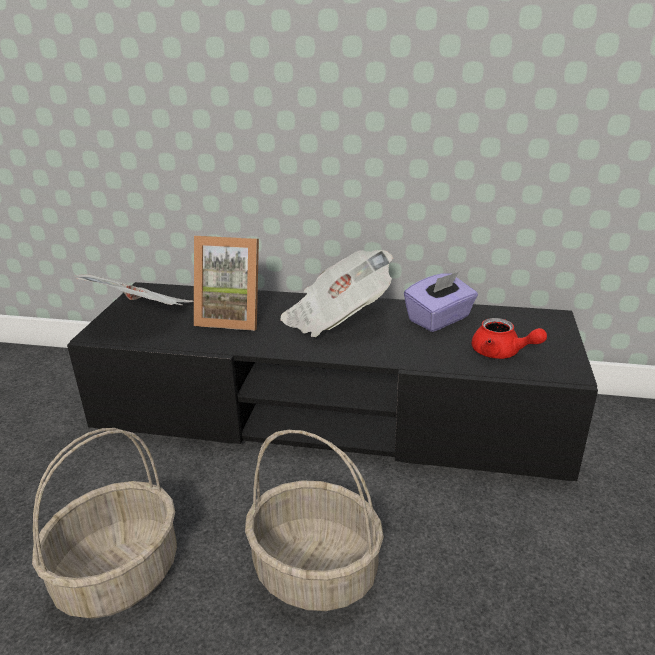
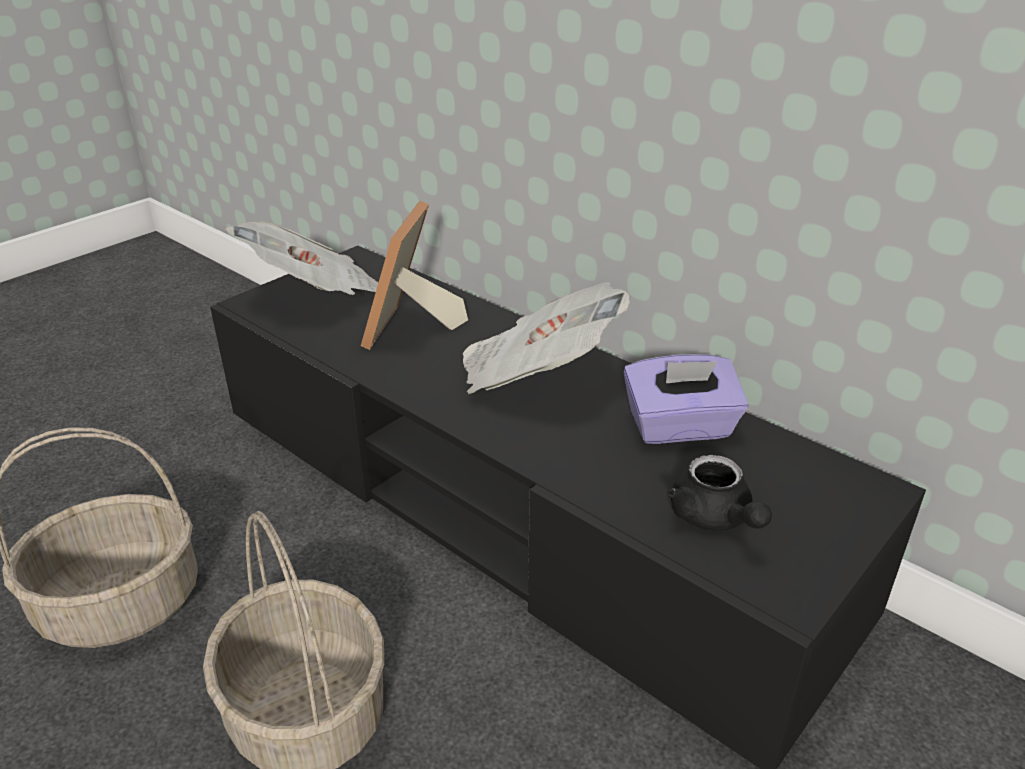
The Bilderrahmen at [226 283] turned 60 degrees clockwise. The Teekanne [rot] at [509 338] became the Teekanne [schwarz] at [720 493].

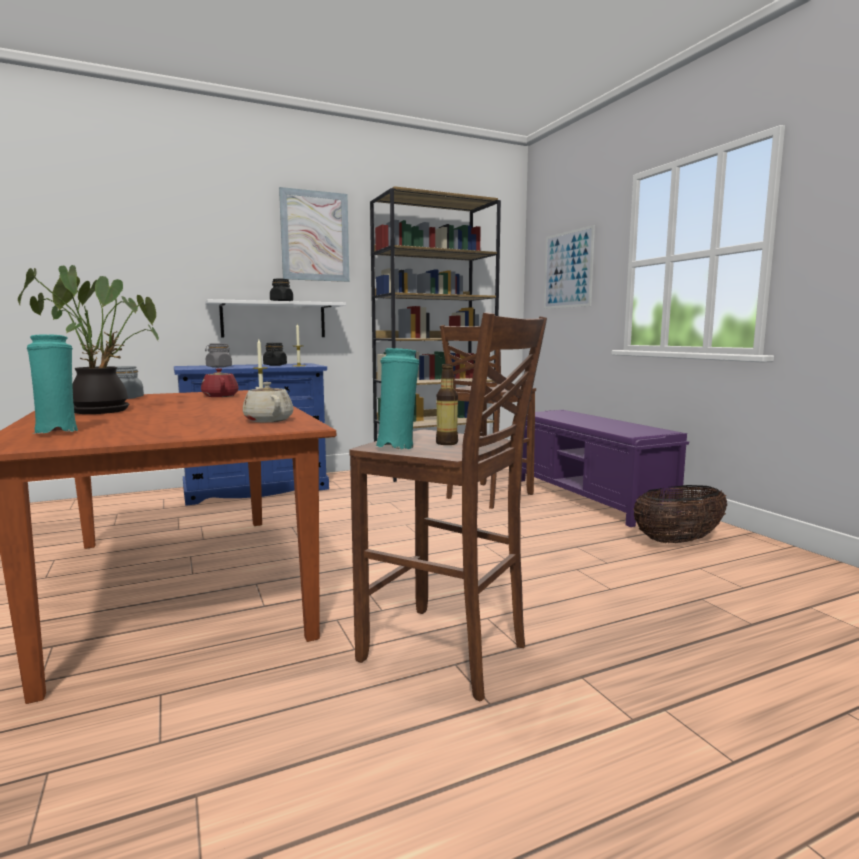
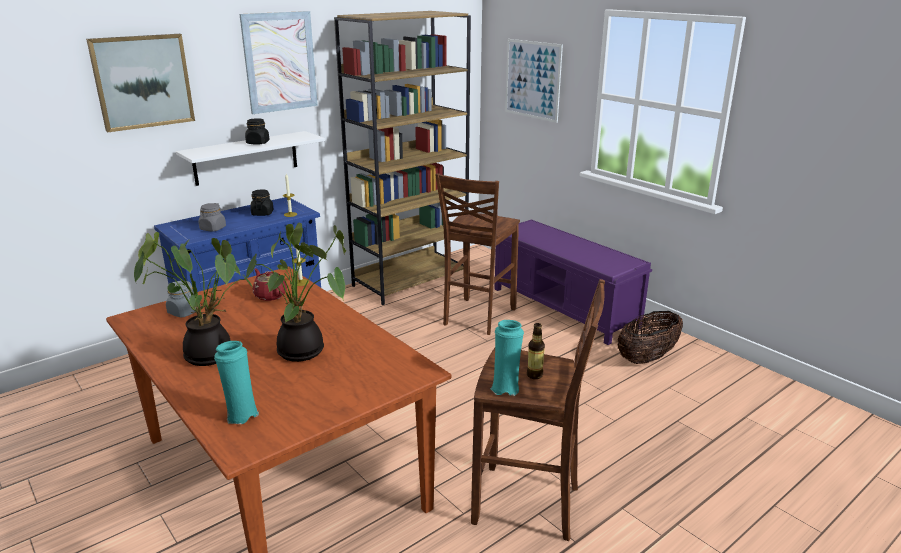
The Teekanne [beige] at [268 402] disappeared. The Bild at [140 83] appeared. The Topfpflanze at [295 292] appeared.

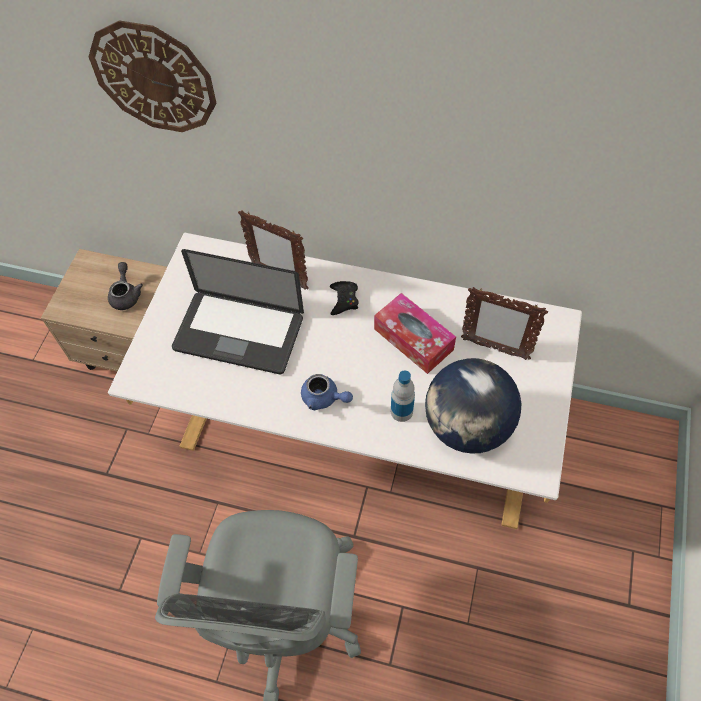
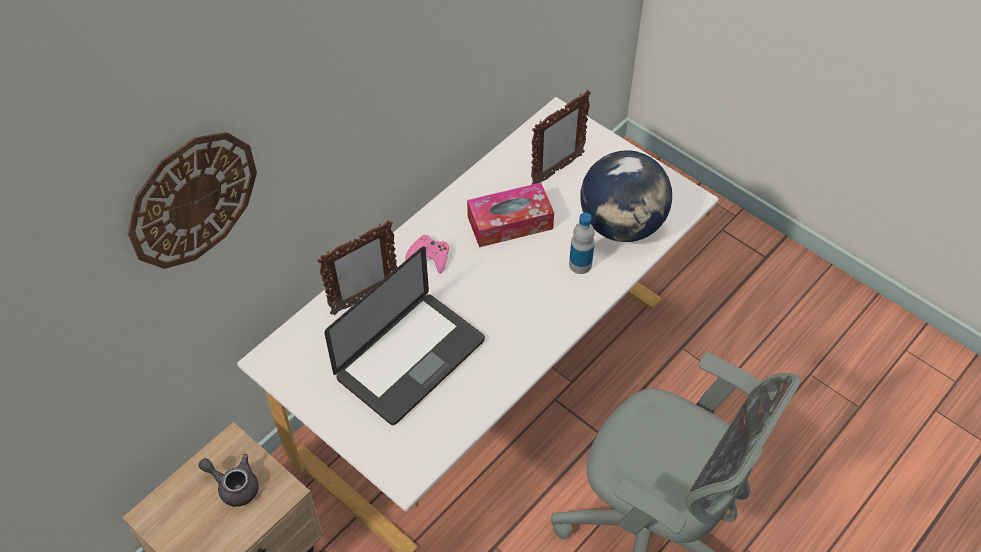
The Teekanne [blau] at [327 392] disappeared. The Gamepad [schwarz] at [344 298] became the Gamepad [rosa] at [427 254].

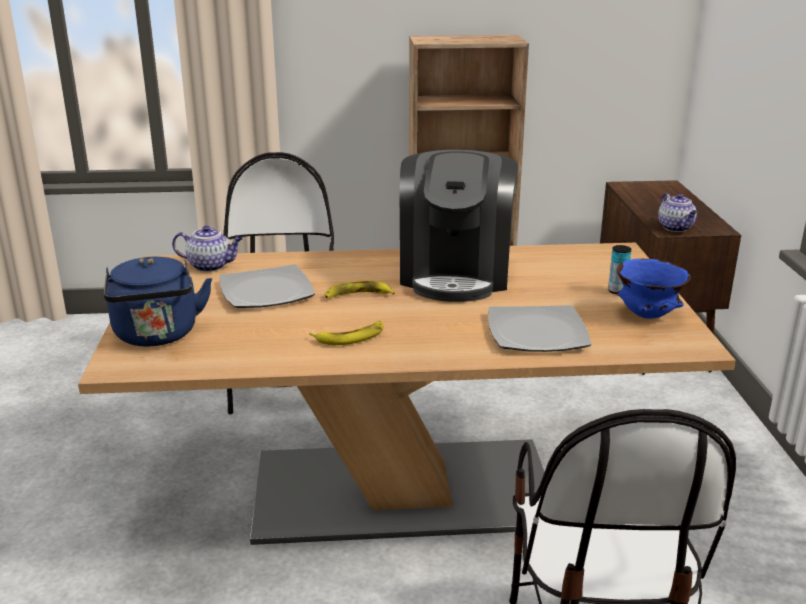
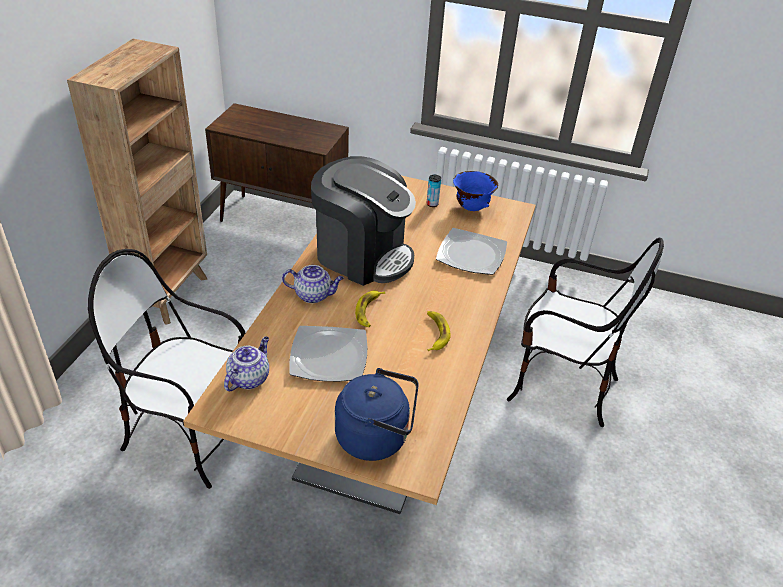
The Teekanne moved from [677 212] to [313 284].

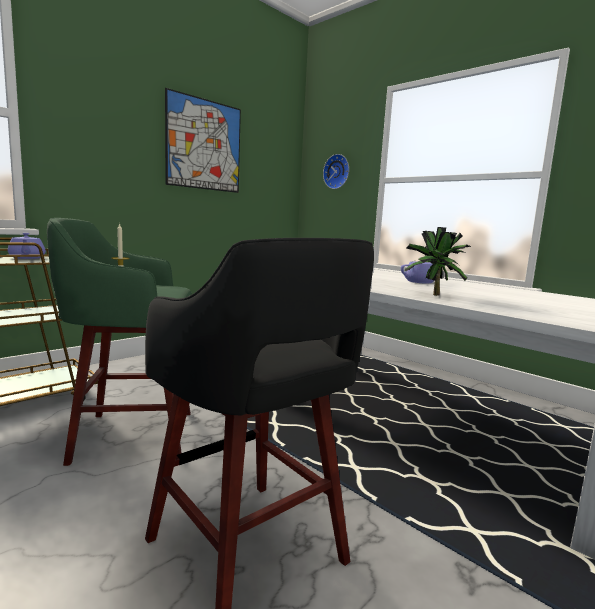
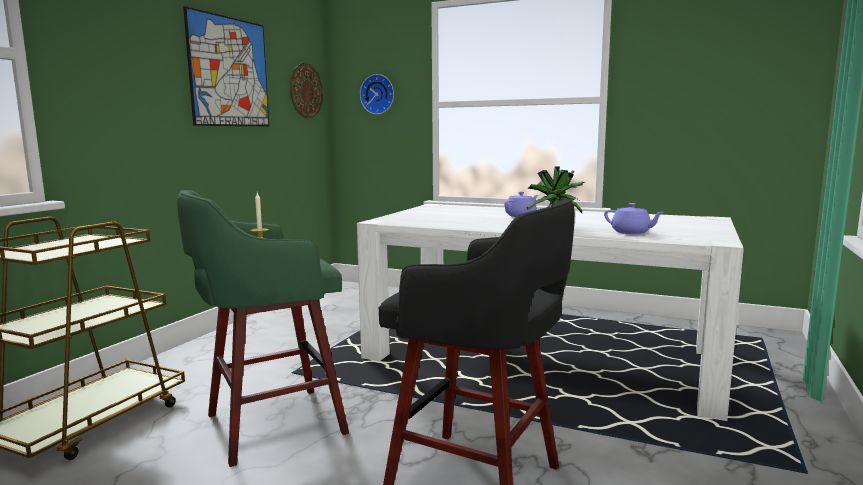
The Teekanne [lila] moved from [27 246] to [634 218]. The Wanduhr at [306 90] appeared.

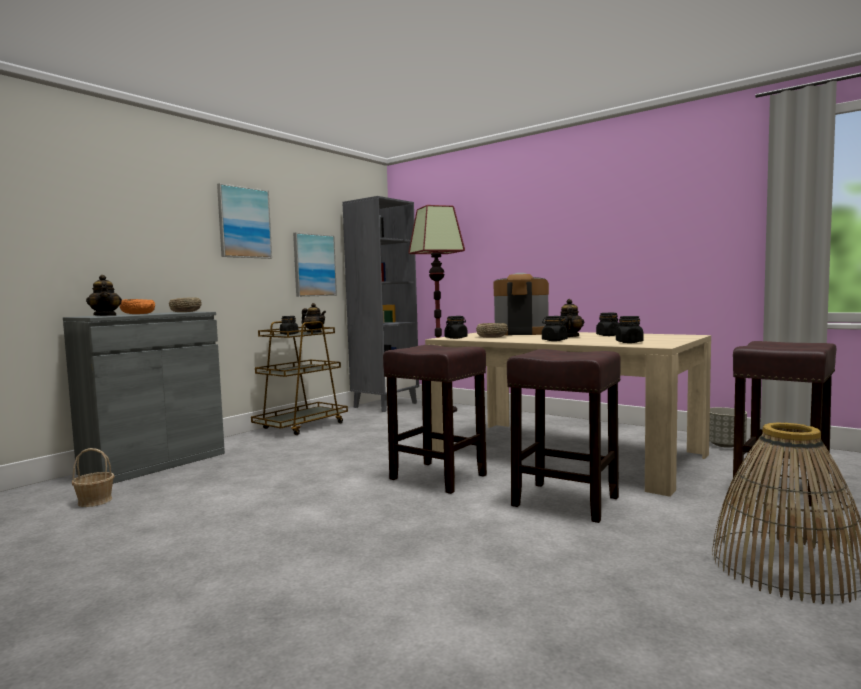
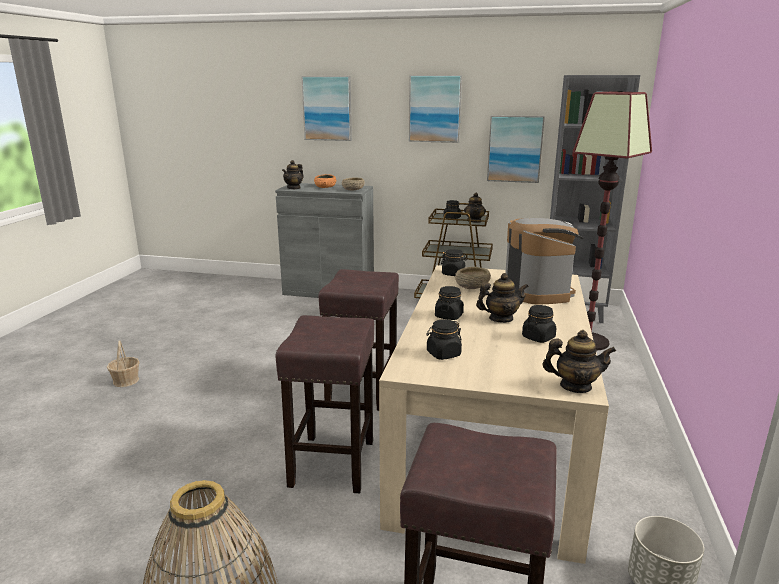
The Korb moved from [93 477] to [123 363]. The Bild at [326 108] appeared. The Teekanne at [579 361] appeared.

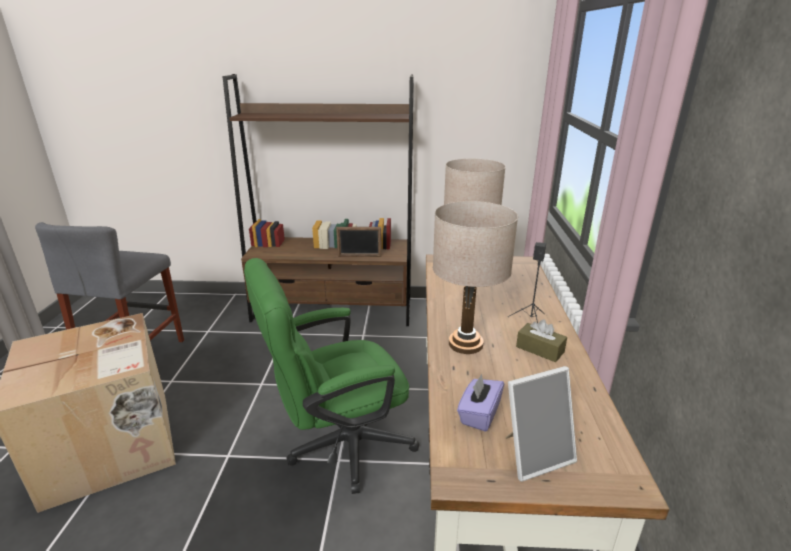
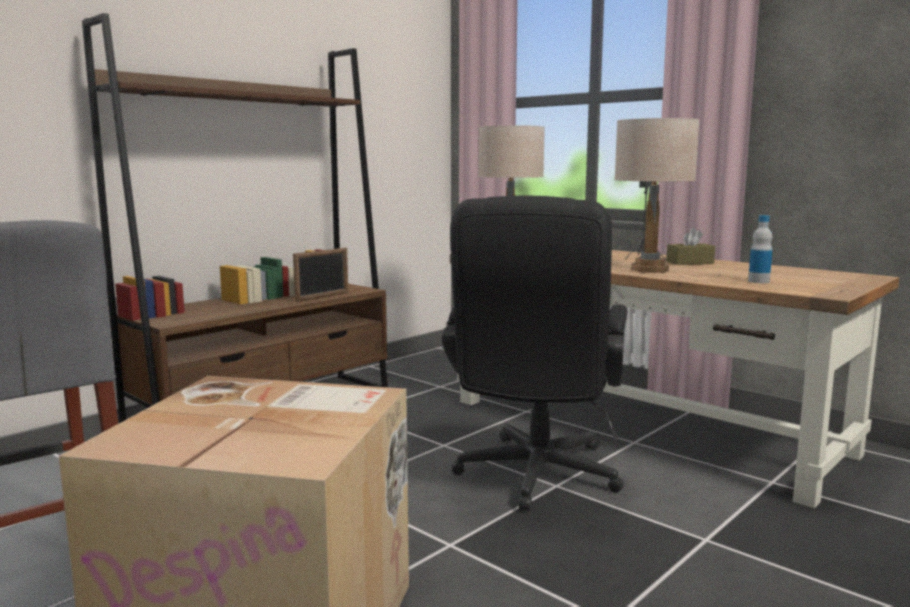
The Bürostuhl [grün] at [332 376] became the Bürostuhl [schwarz] at [534 353]. The Taschentuchbox [lila] at [480 403] was replaced by the Flasche at [760 249]. The Bilderrahmen at [541 424] disappeared.

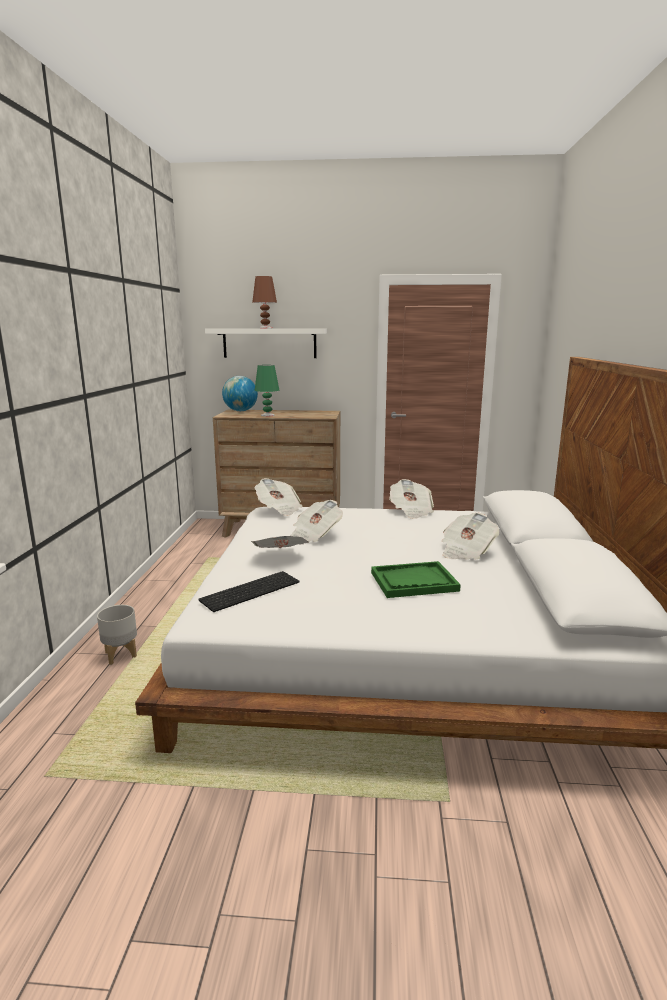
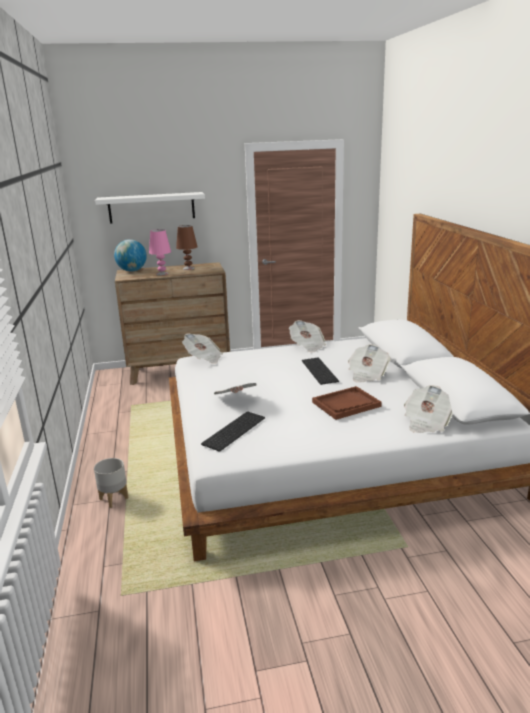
The Tischlampe [braun] moved from [264 302] to [186 247]. The Tischlampe [grün] at [267 390] became the Tischlampe [rosa] at [160 252]. The Zeitung moved from [316 521] to [428 409]. The Tablett [grün] at [416 579] became the Tablett [braun] at [347 403]. The Tastatur at [320 371] appeared.

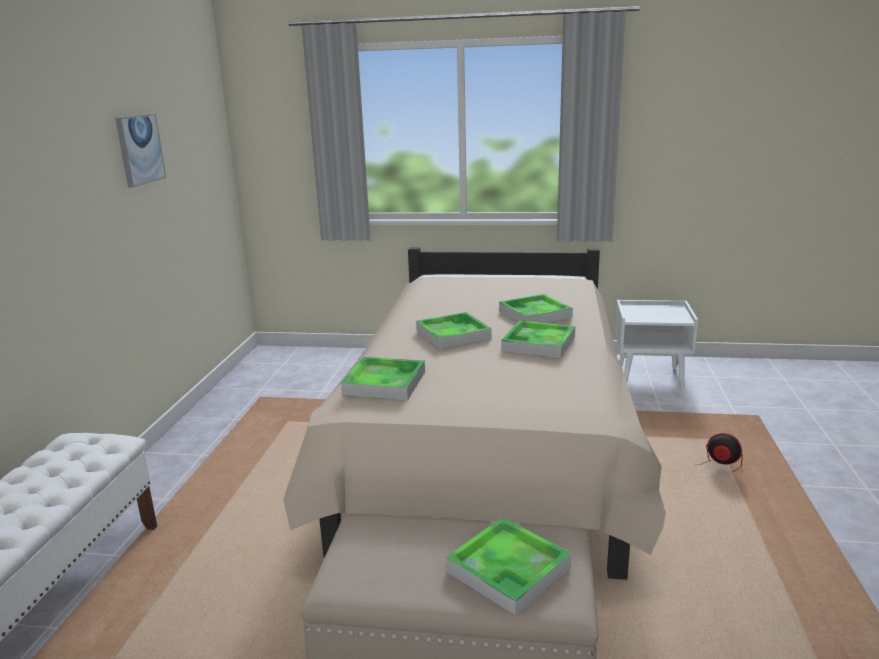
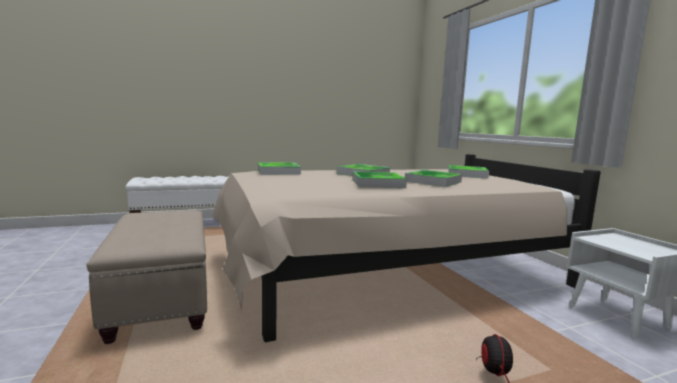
The Bild at [140 150] disappeared. The Tablett moved from [508 566] to [468 172].

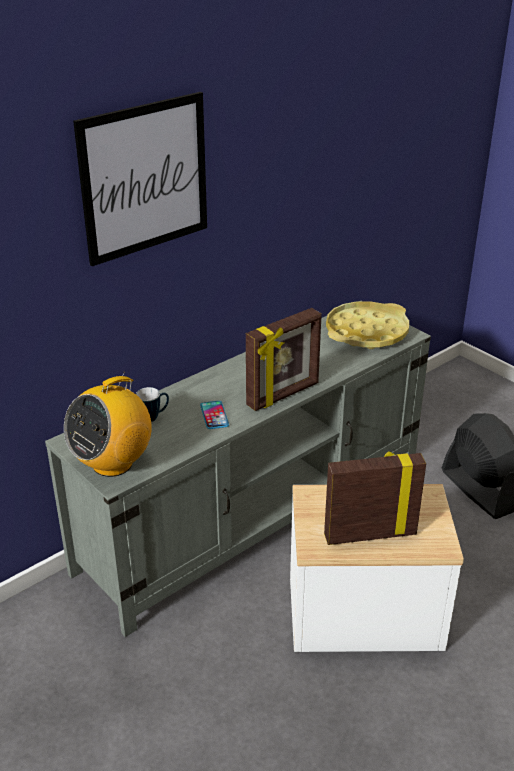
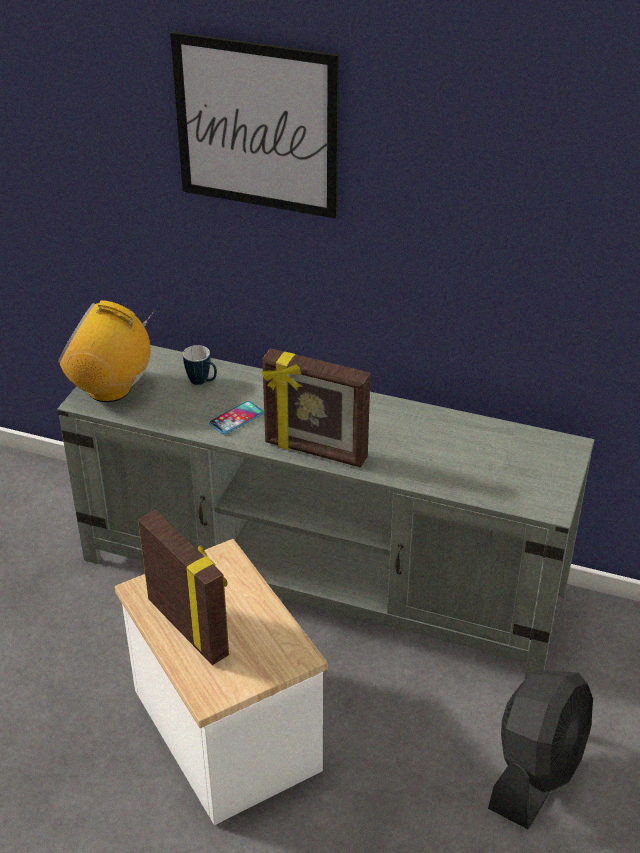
The Tablett [gelb] at [367 325] disappeared.

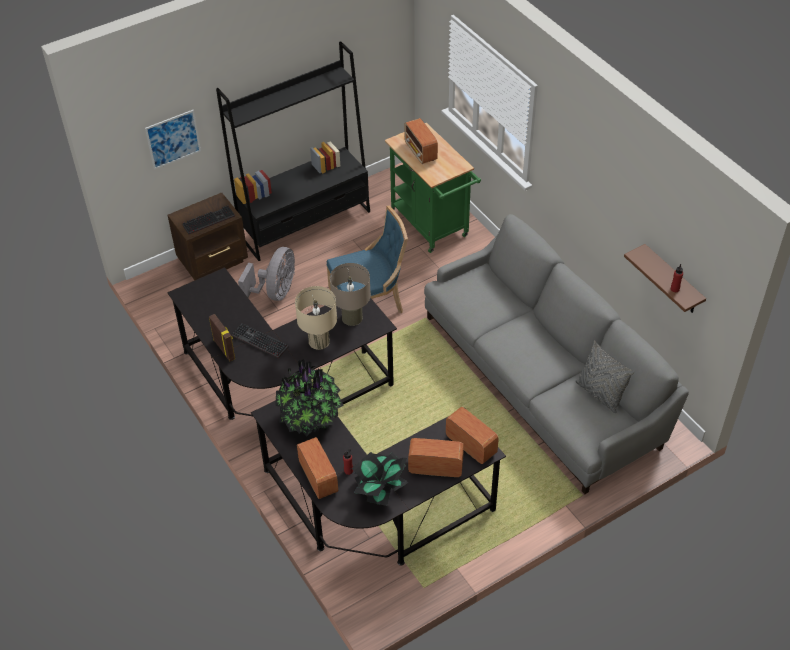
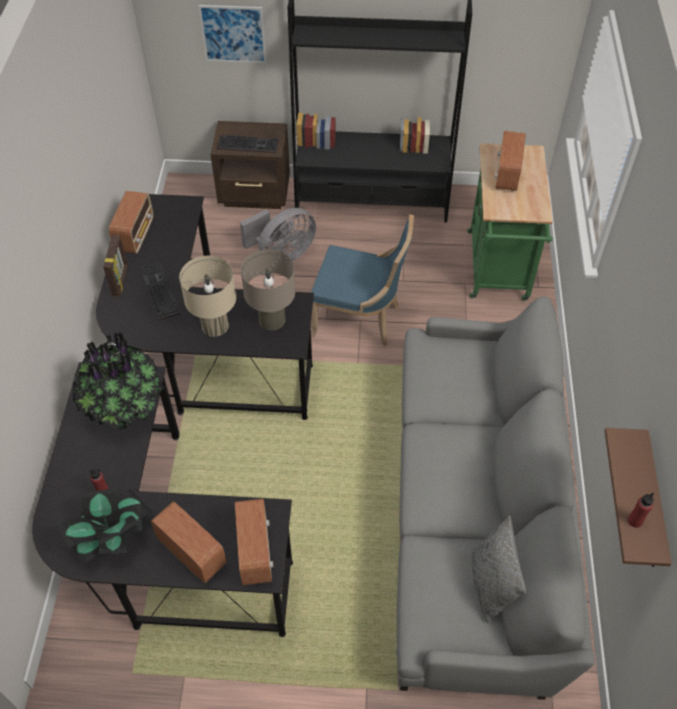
The Radio moved from [317 468] to [131 222].

